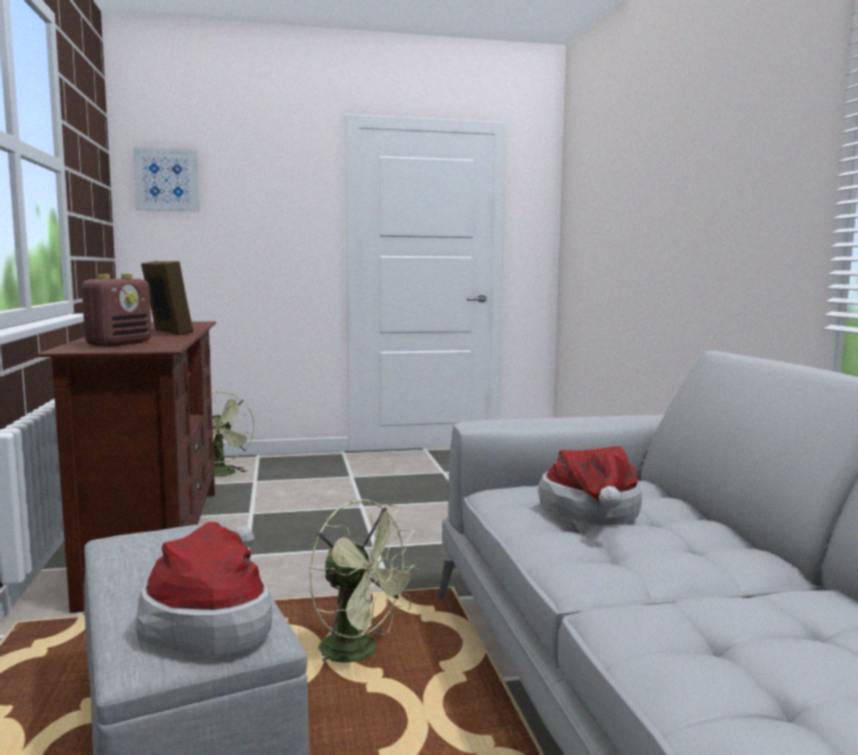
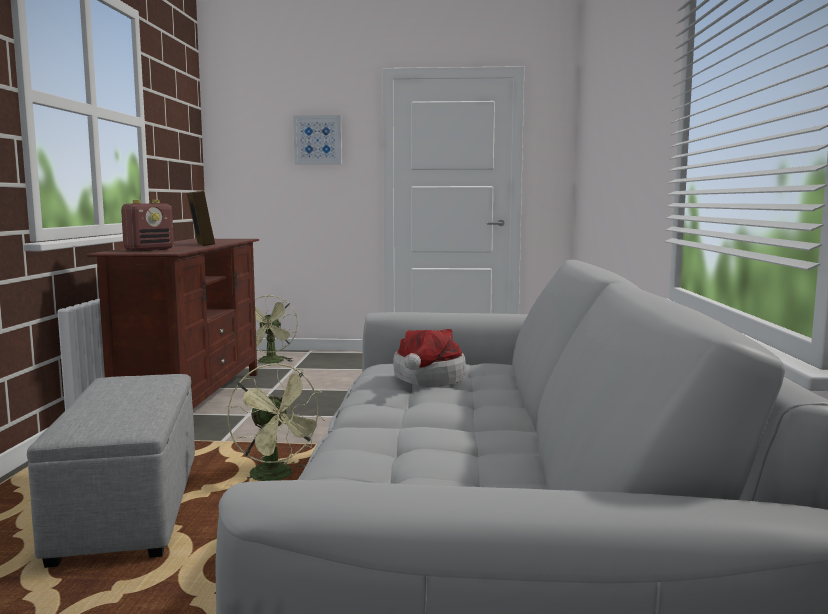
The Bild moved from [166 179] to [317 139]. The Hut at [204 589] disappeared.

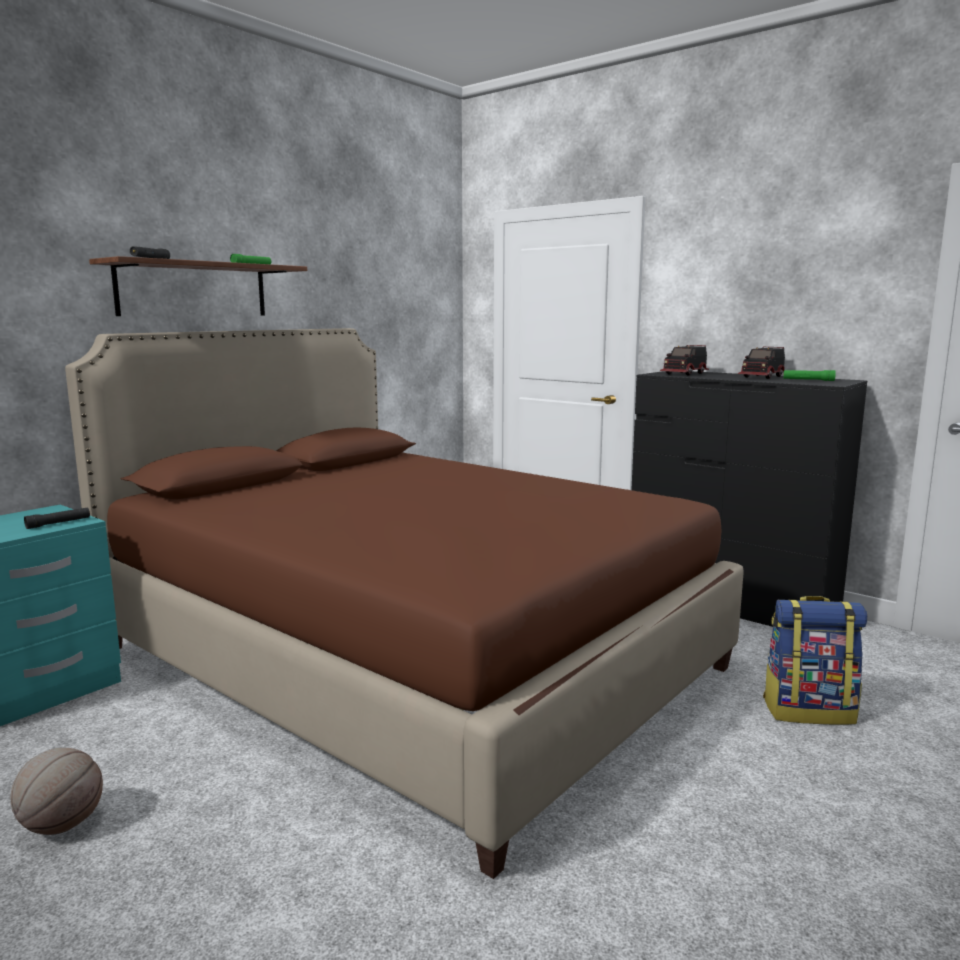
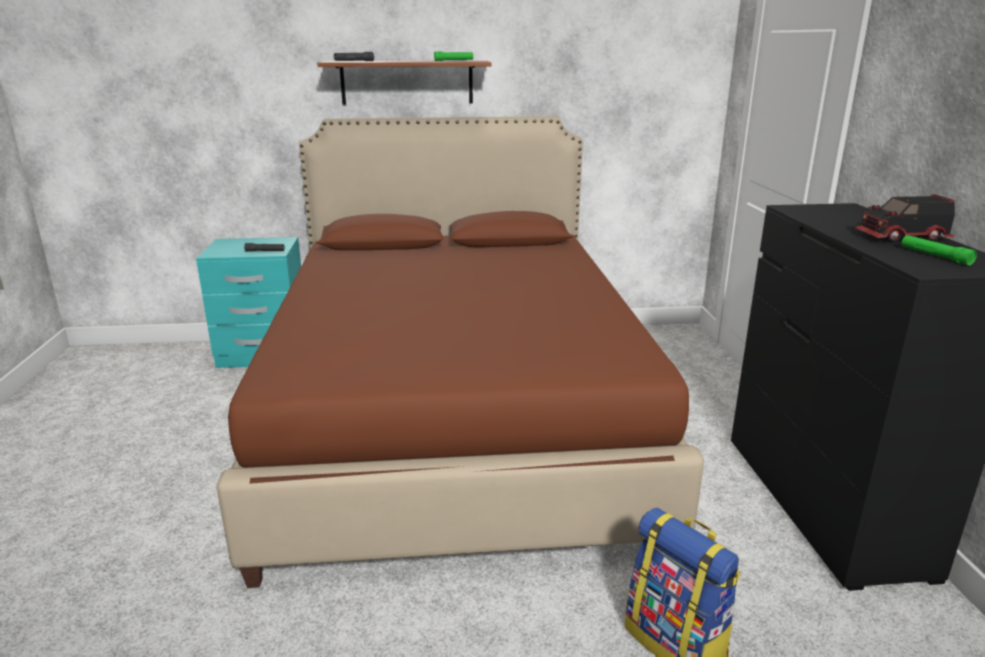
The Basketball at [56 791] disappeared. The Spielzeuglaster at [684 360] disappeared.

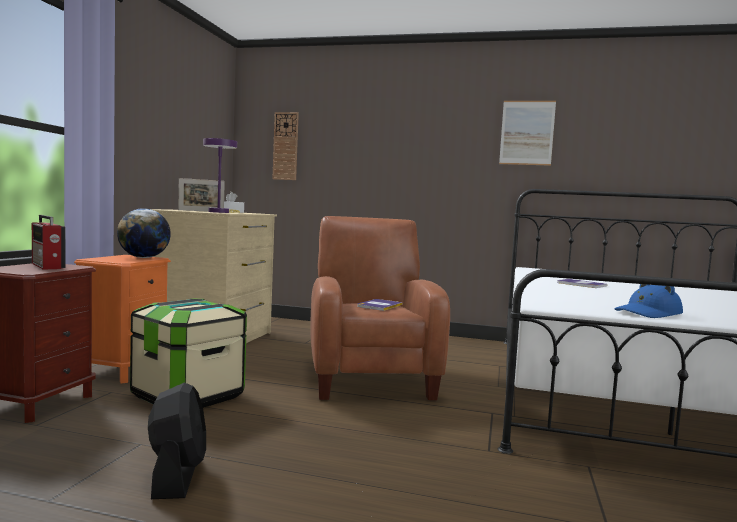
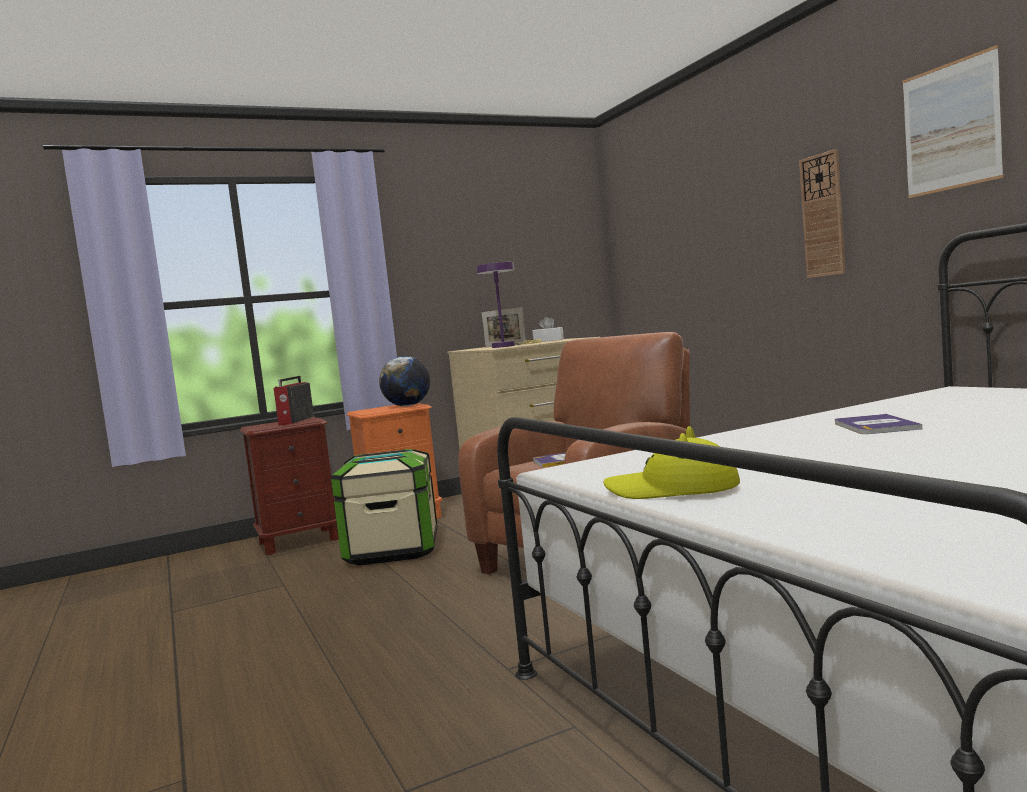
The Ventilator [schwarz] at [177 441] disappeared. The Wanduhr moved from [285 146] to [822 213]. The Hut [blau] at [649 301] became the Hut [gelb] at [671 462].

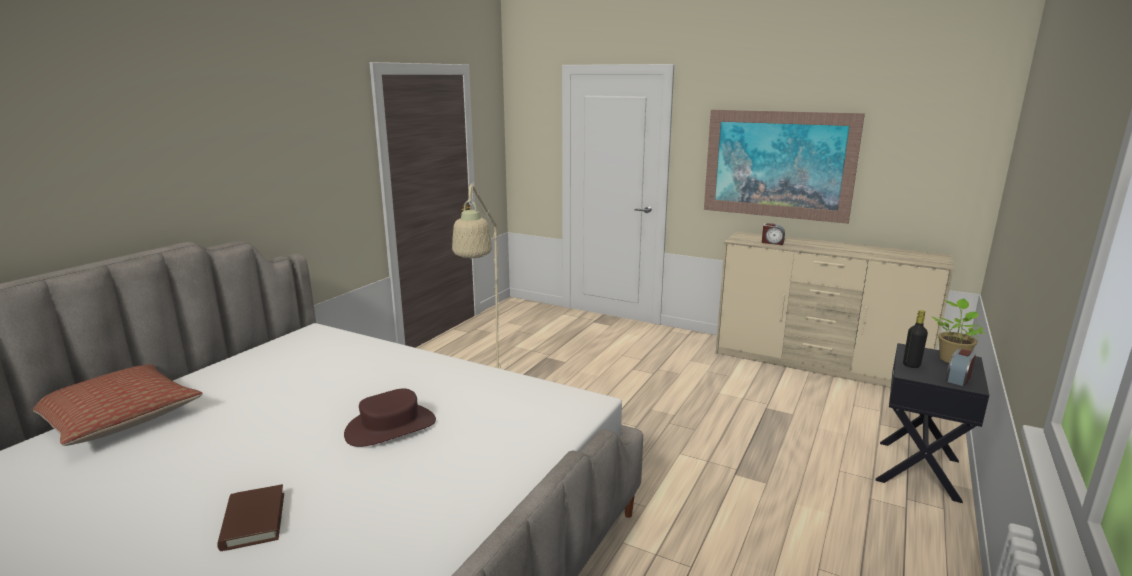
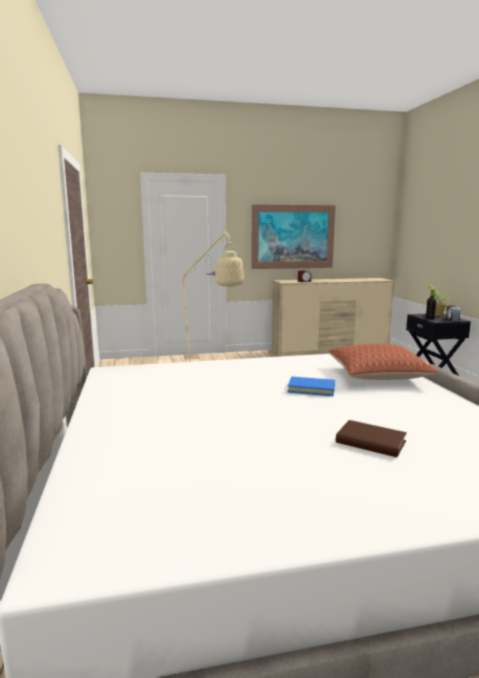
The Kissen moved from [118 405] to [383 362]. The Hut [braun] at [390 417] was replaced by the Buch [blau] at [311 386].

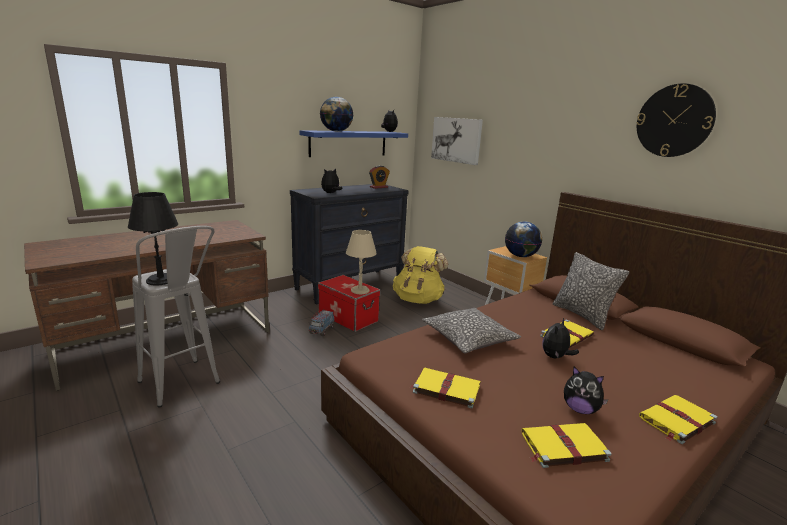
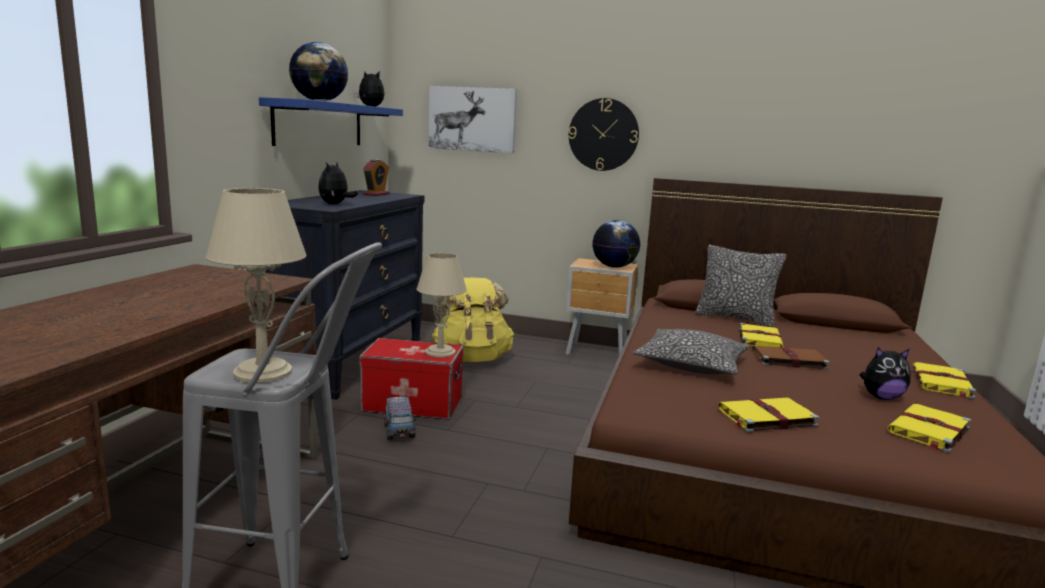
The Tischlampe [schwarz] at [153 238] became the Tischlampe [beige] at [256 285]. The Plüschtier at [561 338] was replaced by the Buch [braun] at [791 358]. The Wanduhr moved from [676 120] to [604 134].

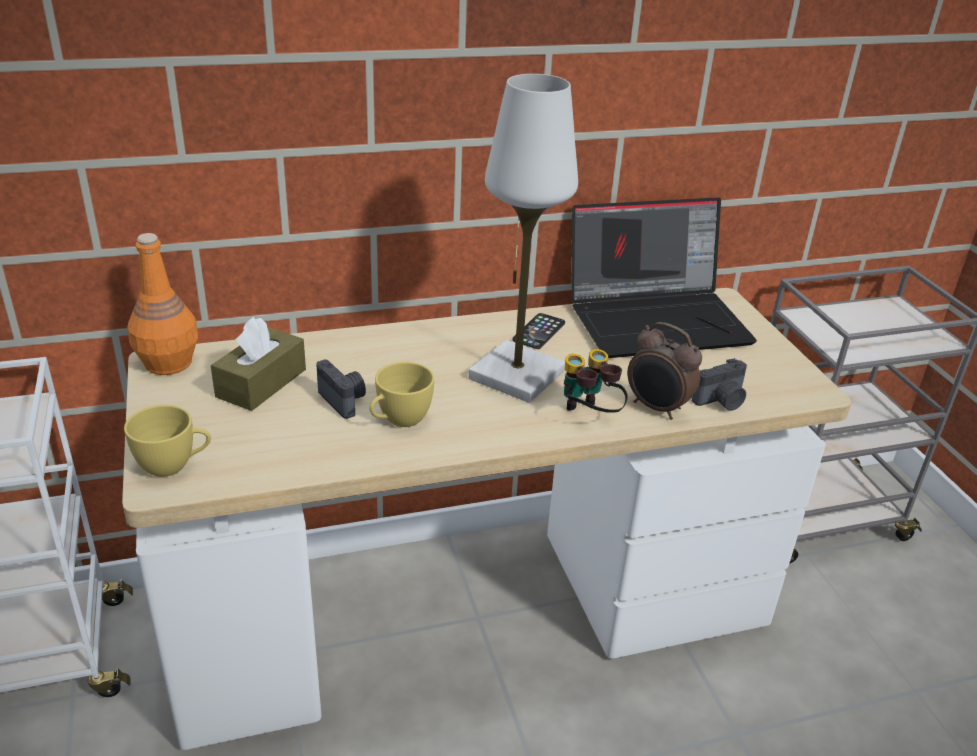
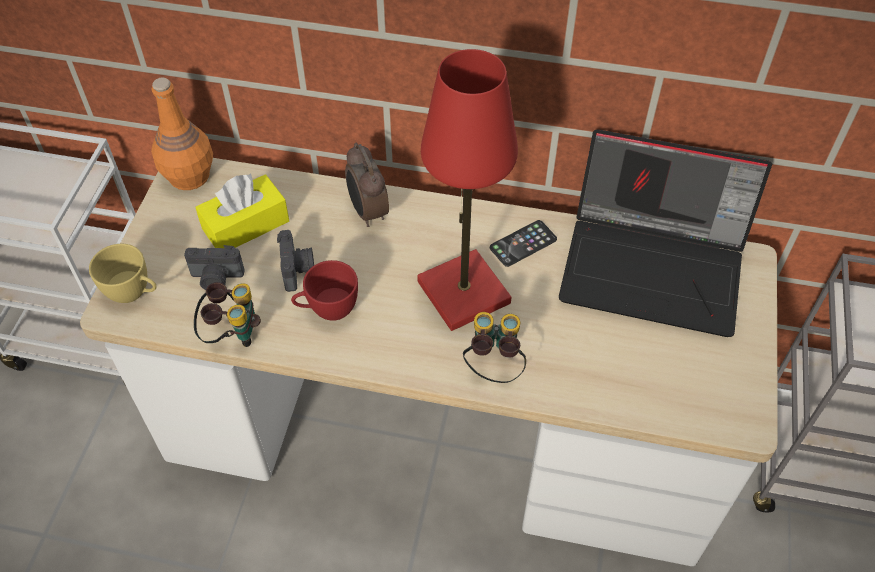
The Taschentuchbox [braun] at [258 364] became the Taschentuchbox [gelb] at [242 210]. The Tasse [gelb] at [401 394] became the Tasse [rot] at [324 290]. The Tischlampe [weiß] at [523 238] became the Tischlampe [rot] at [467 190]. The Wecker moved from [664 371] to [367 185]. The Kamera moved from [719 384] to [214 267]. The Fernglas at [227 314] appeared.

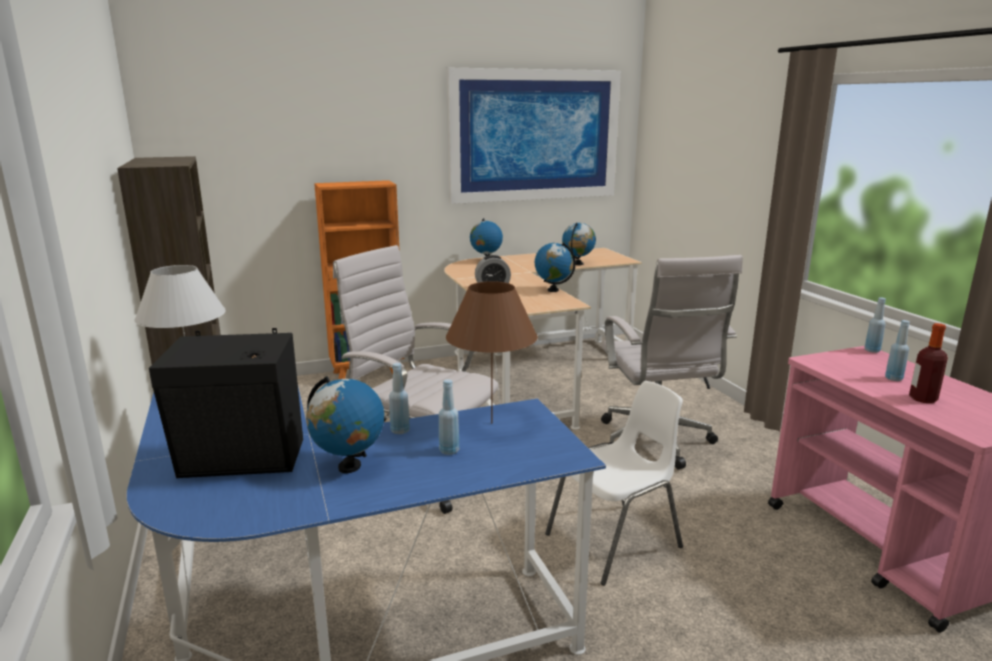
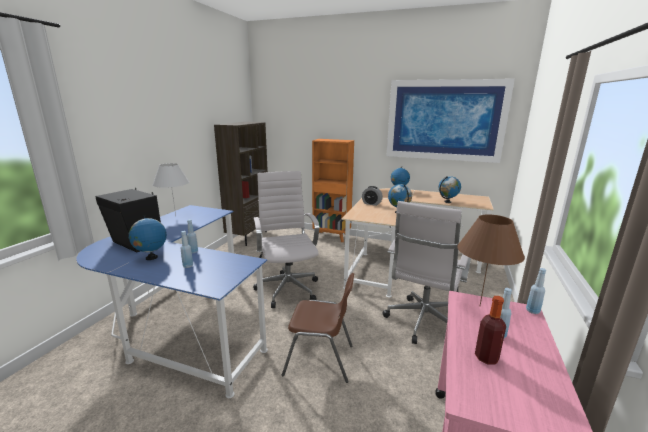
The Tischlampe [braun] moved from [492 352] to [491 259]. The Stuhl [weiß] at [614 483] became the Stuhl [braun] at [318 328].

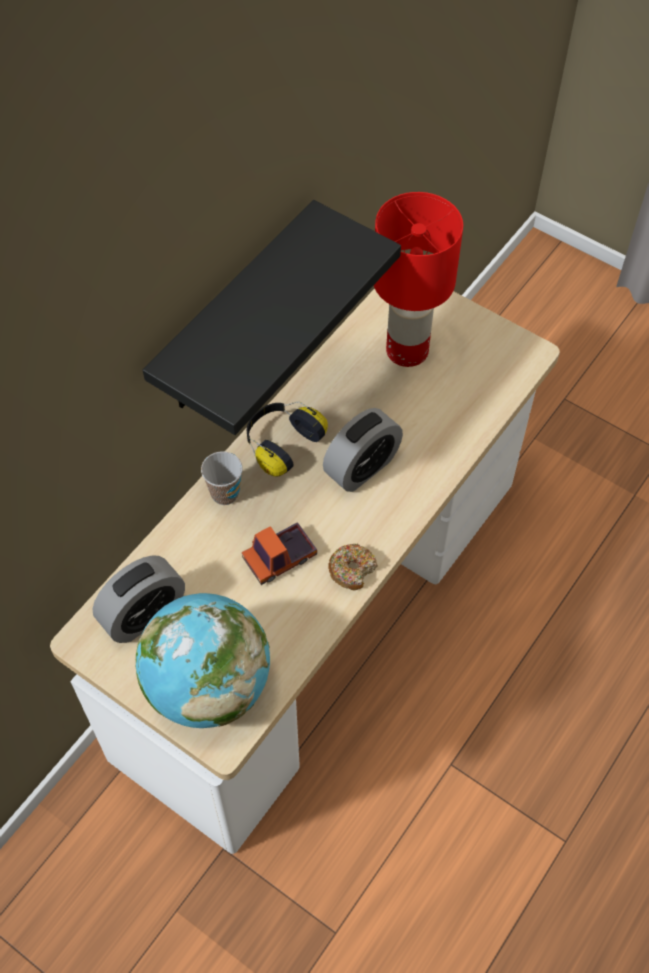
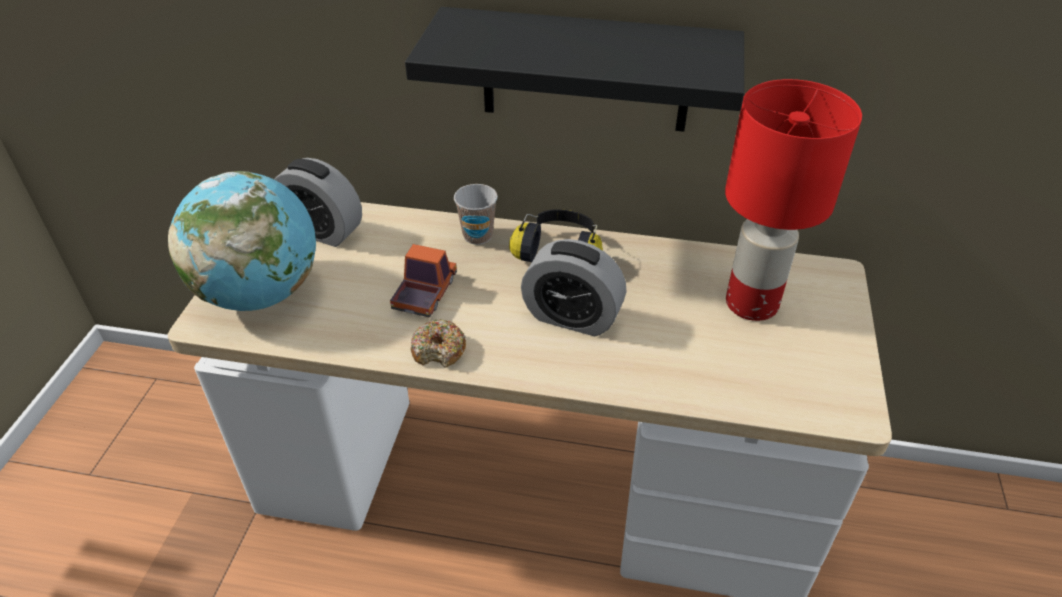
The Spielzeuglaster at [279 553] turned 75 degrees clockwise.

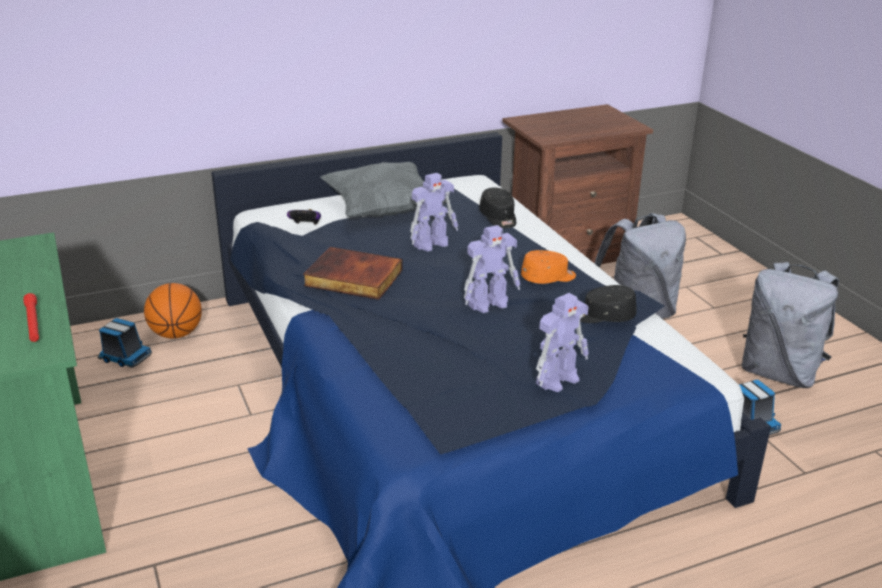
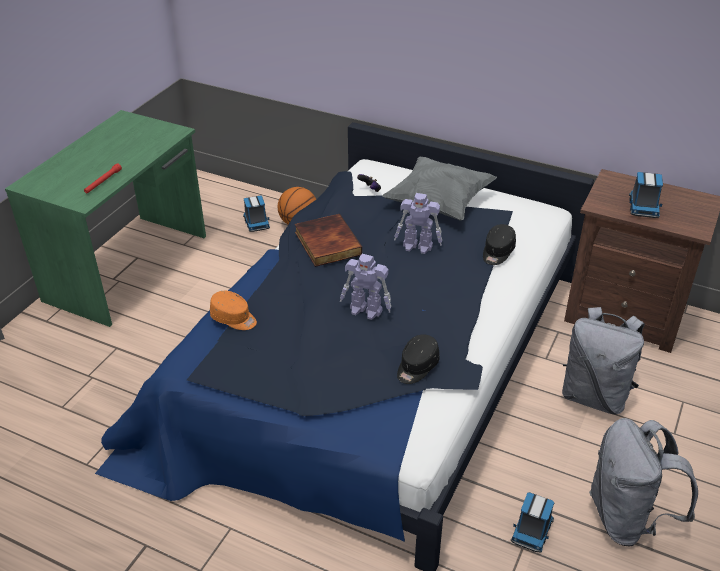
The Kappe [orange] moved from [548 267] to [233 310]. The Spielzeugroboter at [562 342] disappeared. The Kappe [schwarz] at [608 304] turned 105 degrees counterclockwise. The Spielzeuglaster at [646 195] appeared.

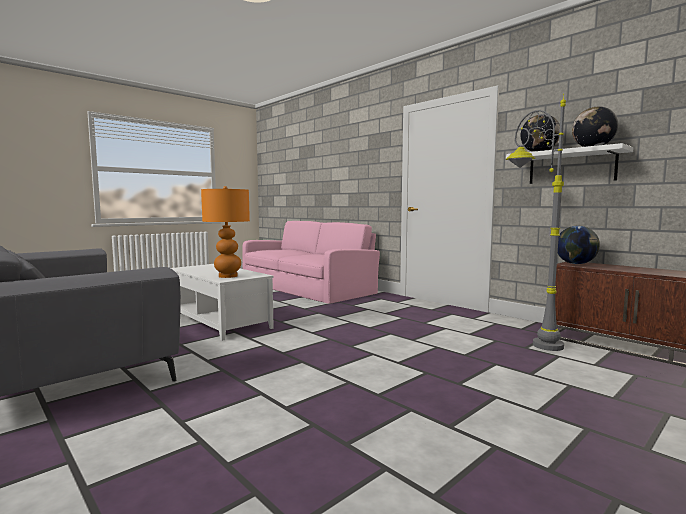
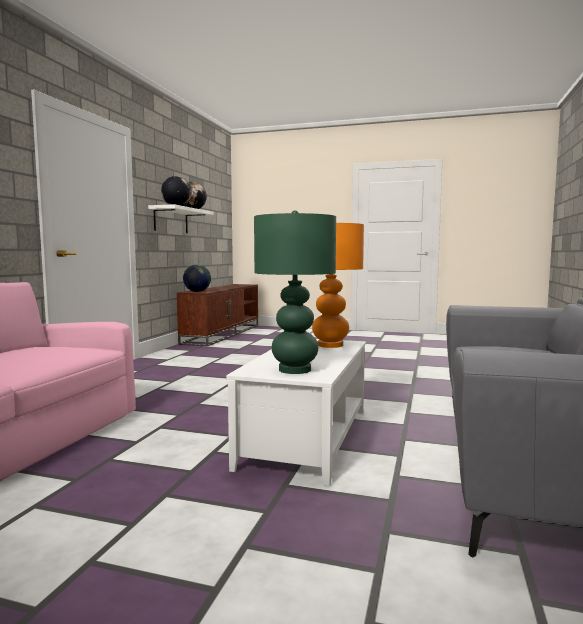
The Stehlampe [grau] at [536 222] disappeared. The Tischlampe [grün] at [295 292] appeared.

